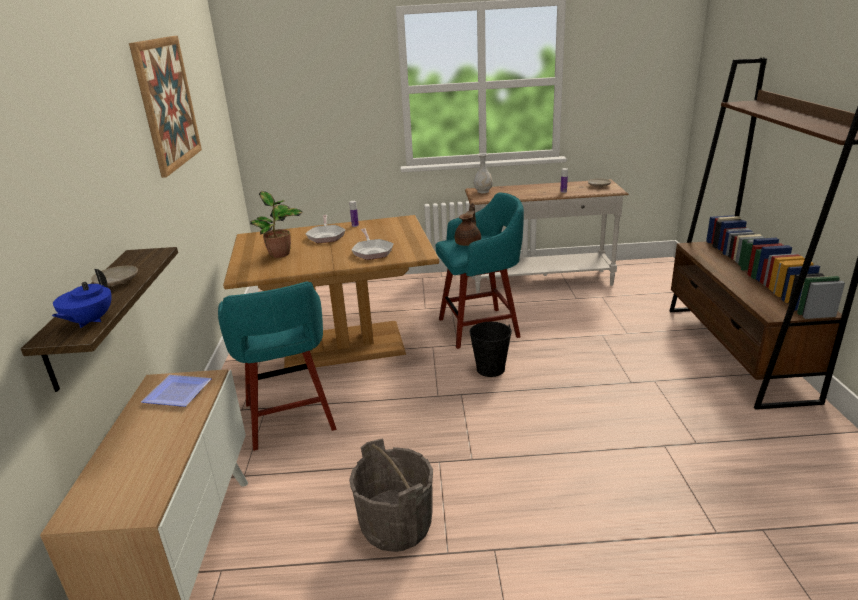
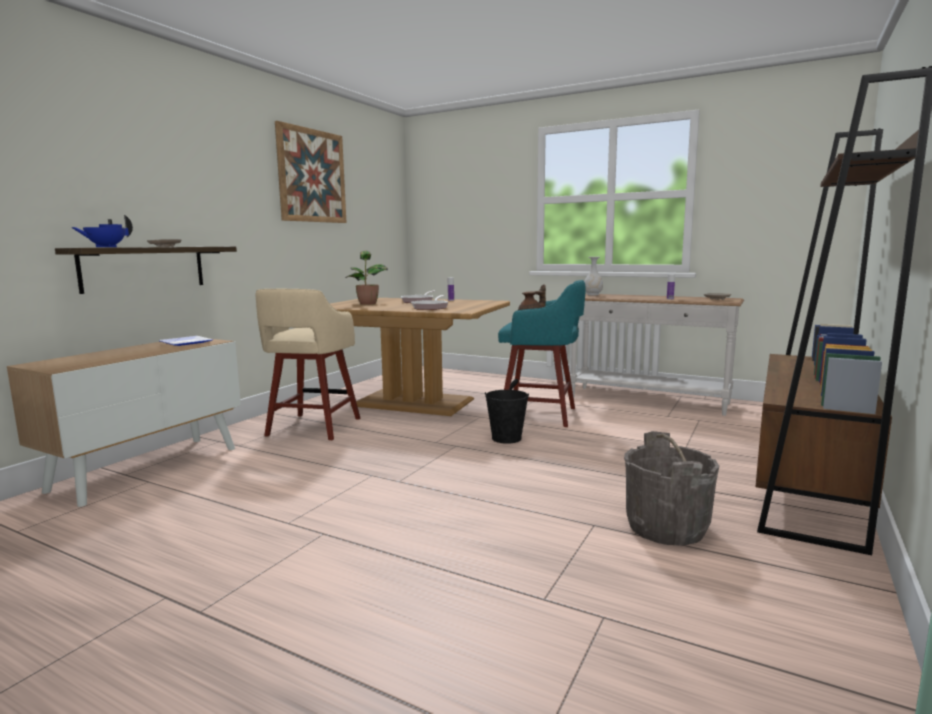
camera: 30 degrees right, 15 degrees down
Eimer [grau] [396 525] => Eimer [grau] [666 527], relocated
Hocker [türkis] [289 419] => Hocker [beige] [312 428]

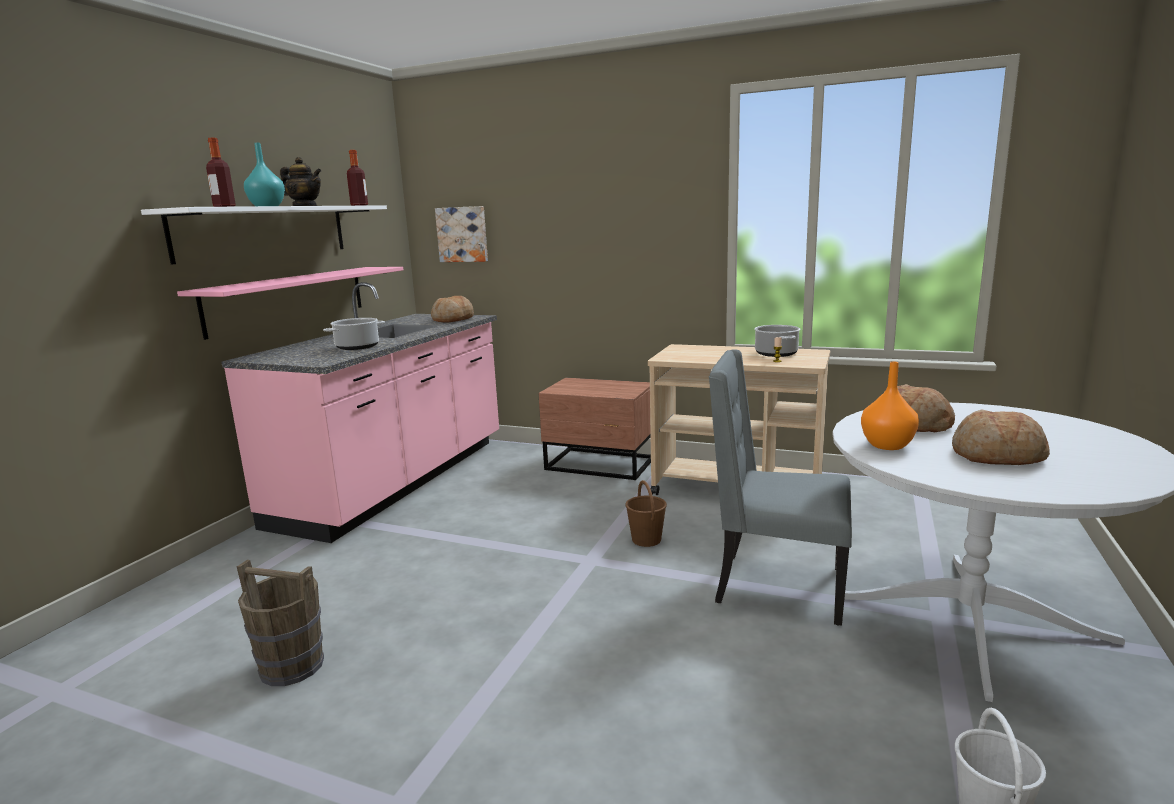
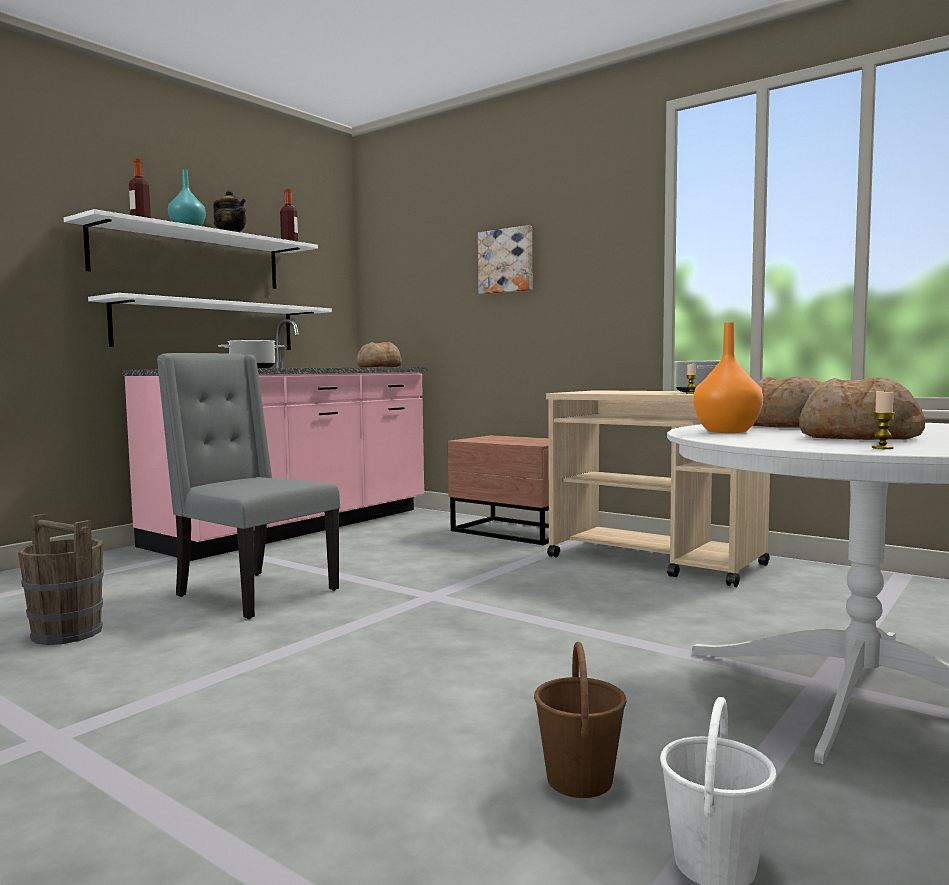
camera: 15 degrees right, 10 degrees down
nothing => Kerze [882 448]
Bild [463 234] => Bild [506 261], relocated
Eimer [braun] [646 540] => Eimer [braun] [579 781], relocated
Stuhl [grau] [776 586] => Stuhl [grau] [253 593], relocated
Wandregal [rosa] [289 299] => Wandregal [weiß] [207 326]

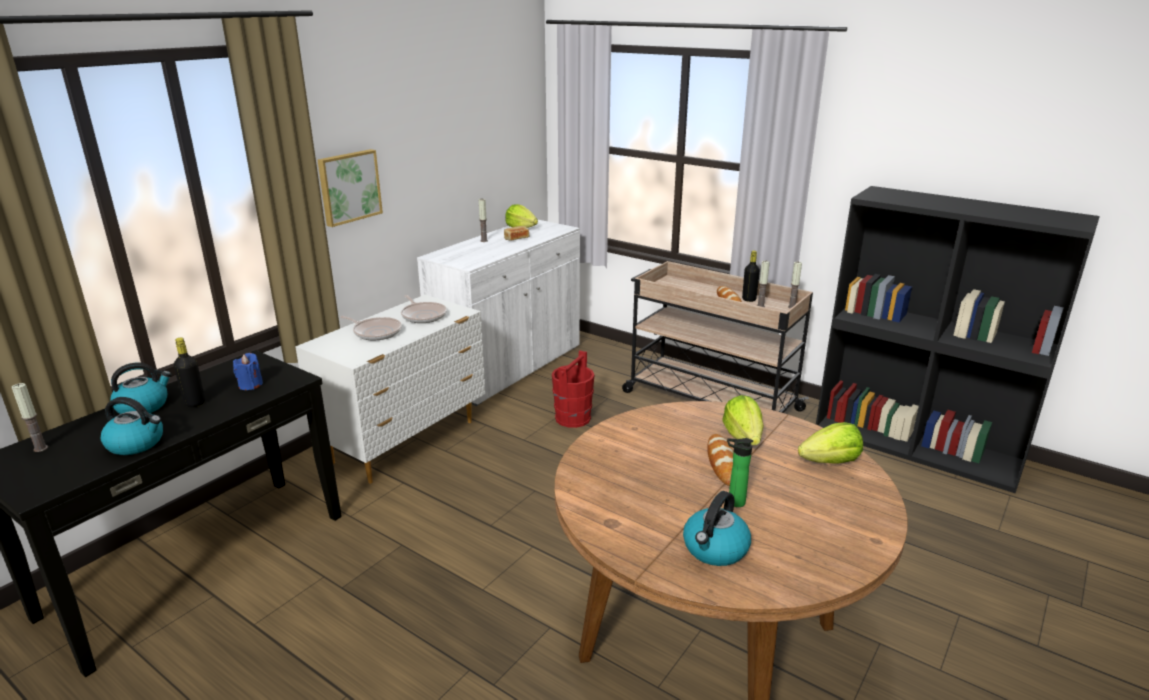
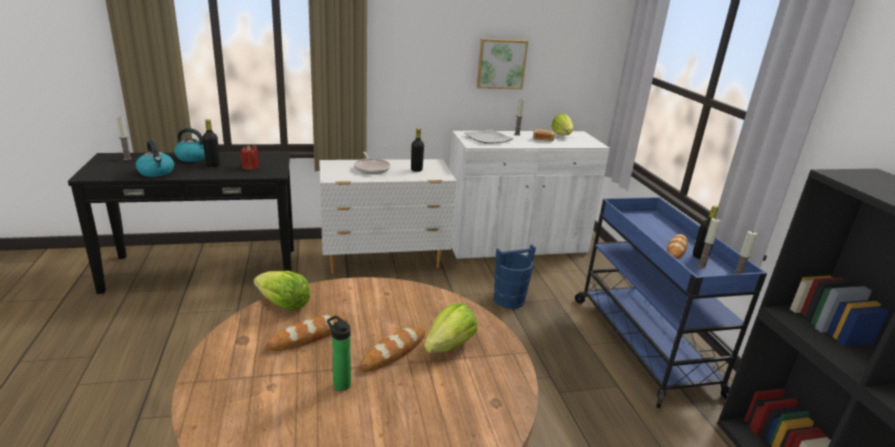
camera: 40 degrees right, 0 degrees up
Wasserkessel [715 549] => nothing
nothing => Brot [308 336]
nothing => Teller [488 139]
Bild [348 187] => Bild [501 64], relocated
Salatkopf [830 462] => Salatkopf [283 304], relocated
Pfanne [423 315] => Flasche [schwarz] [416 170]
Kerze [blau] [250 385] => Kerze [rot] [250 167]
Eimer [rot] [573 418] => Eimer [blau] [509 299]
Rollwagen [beige] [709 400] => Rollwagen [blau] [642 343]

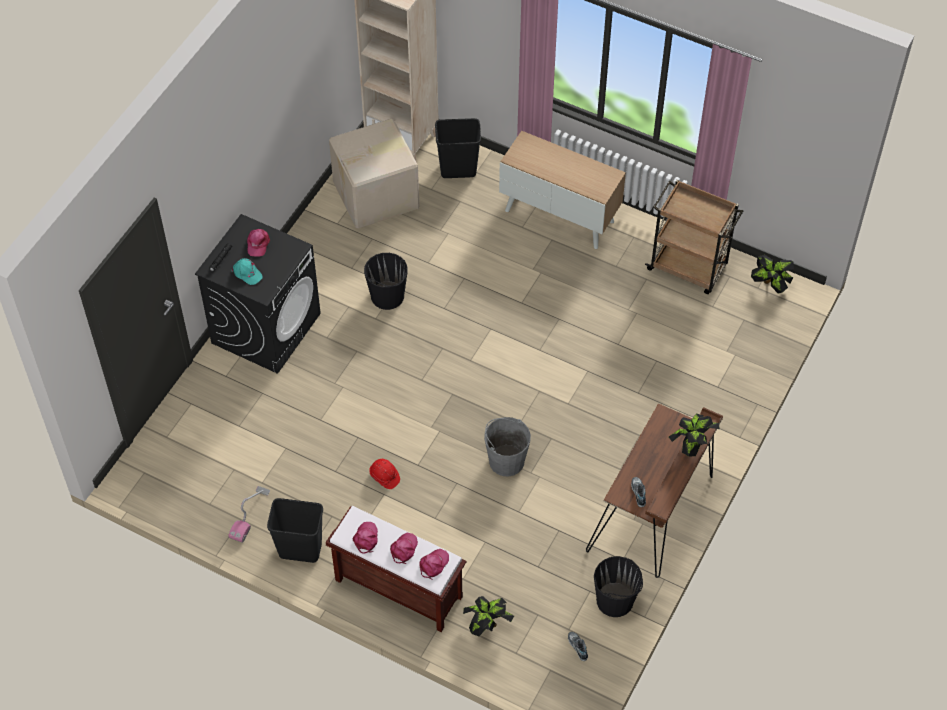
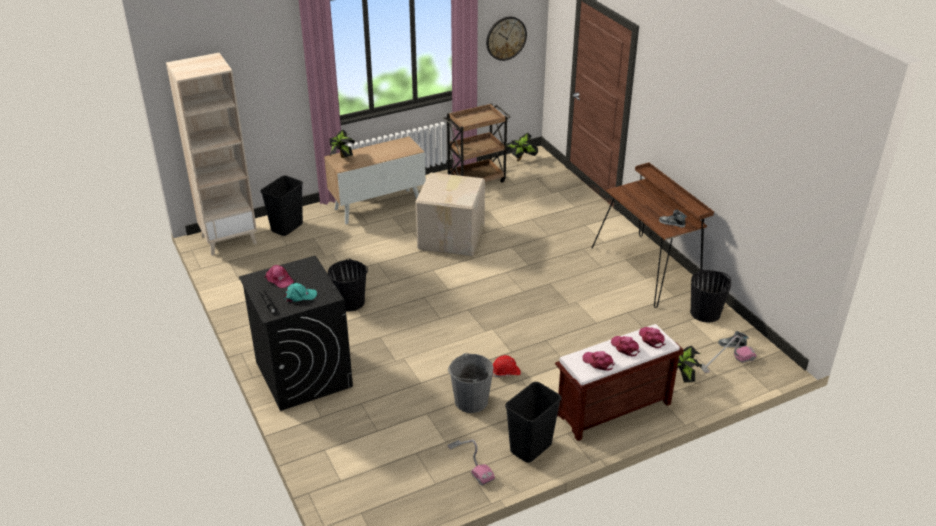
camera: 55 degrees left, 20 degrees down
nothing => Wanduhr [506 38]
nothing => Staubsauger [727 362]
Karton [377 195] => Karton [452 237], relocated
Eimer [grau] [506 460] => Eimer [grau] [471 401], relocated
Topfpflanze [692 445] => Topfpflanze [342 159], relocated

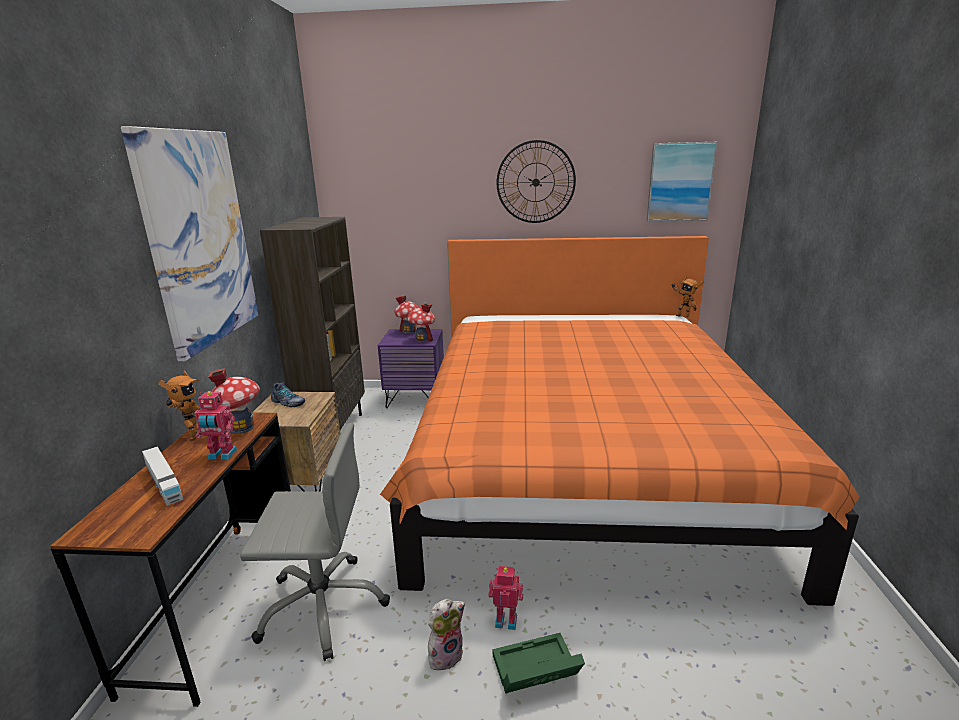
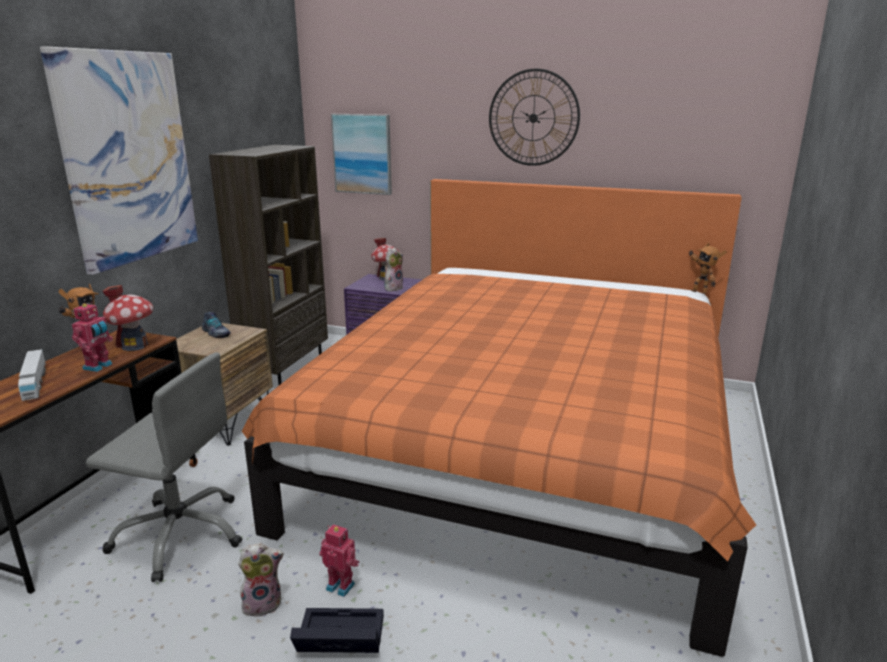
camera: 15 degrees right, 0 degrees up
Bild [680 182] => Bild [362 154], relocated
Spielzeughaus [422 339] => Plüschtier [393 288]
Aufbewahrungsbox [grün] [534 672] => Aufbewahrungsbox [schwarz] [337 640]
Spielzeugroboter [221 455] => Spielzeugroboter [99 367], 90 degrees counterclockwise

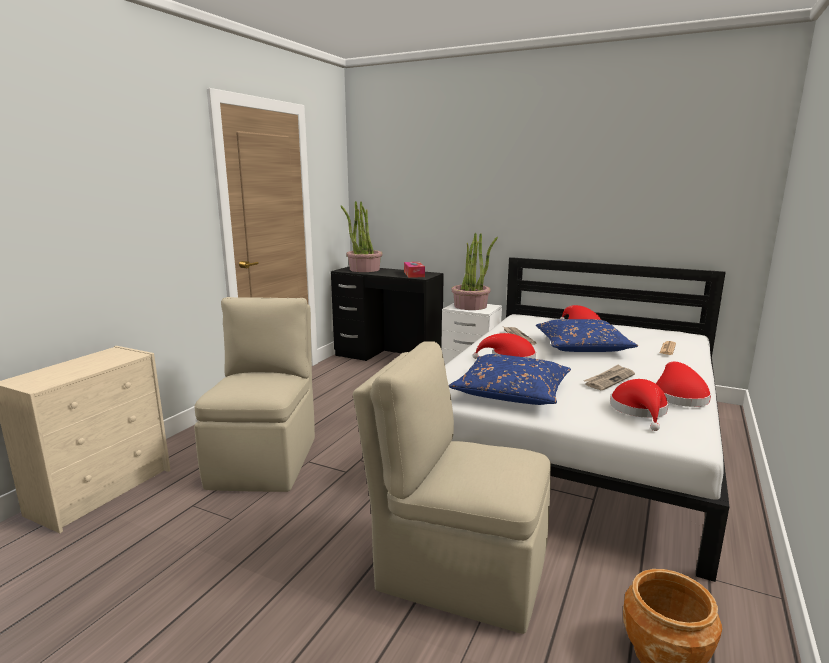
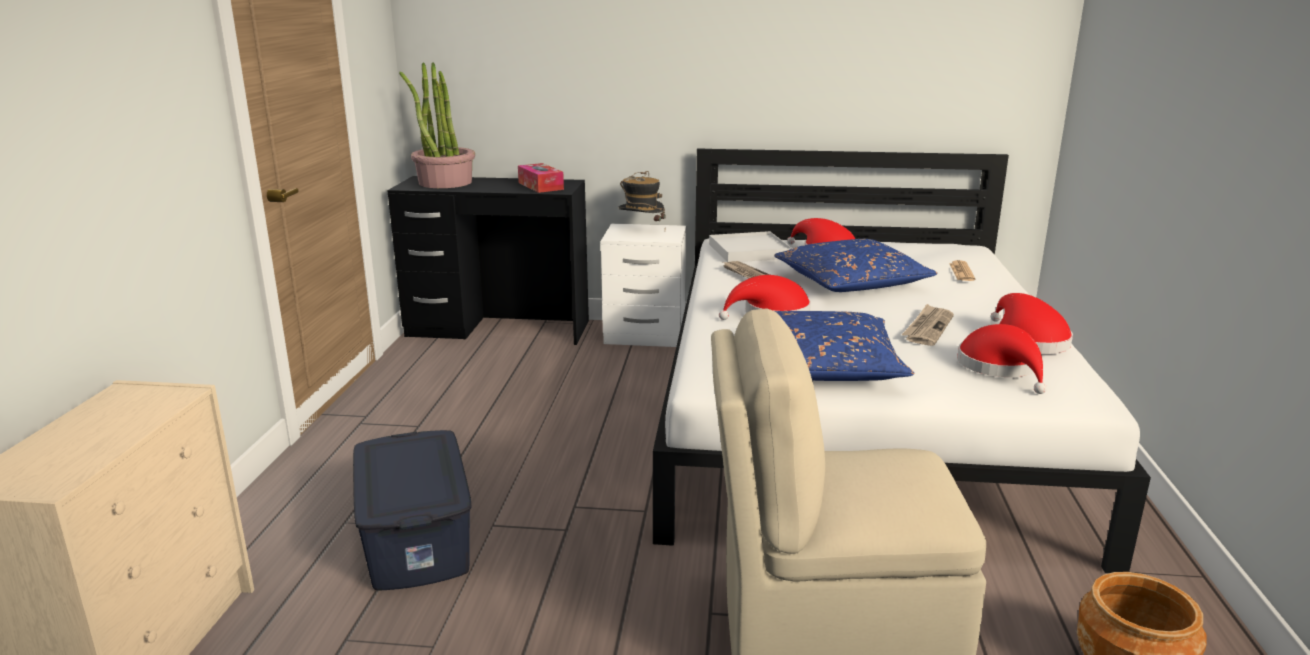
camera: 20 degrees left, 5 degrees up
nothing => Tablett [weiß] [749 251]
Stuhl [beige] [265 460] => Aufbewahrungsbox [blau] [417 537]
Topfpflanze [470 306] => Hut [641 231]

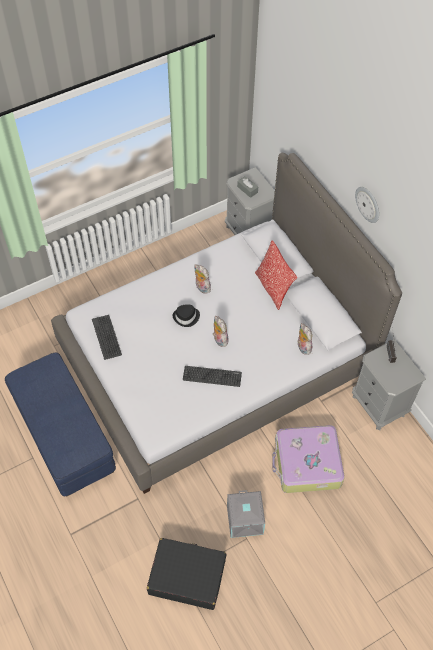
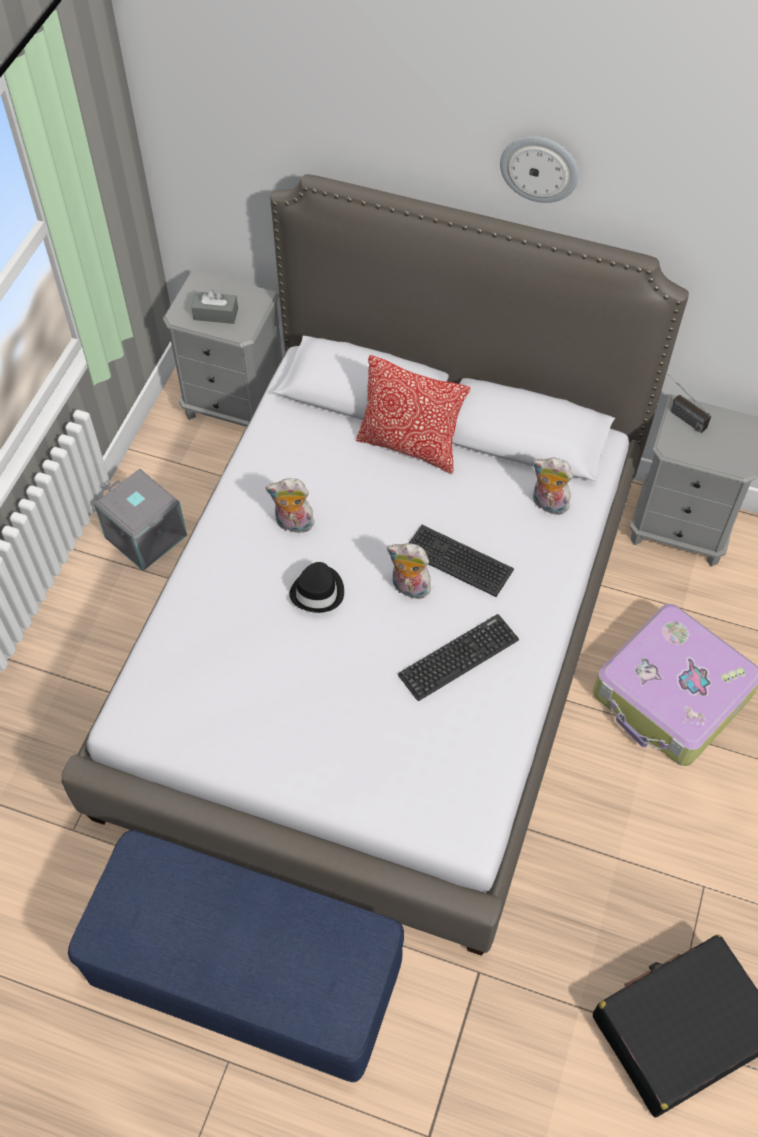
camera: 40 degrees left, 0 degrees up
Tastatur [107 337] => Tastatur [458 560], relocated
Aufbewahrungsbox [grau] [245 520] => Aufbewahrungsbox [grau] [147 535], relocated

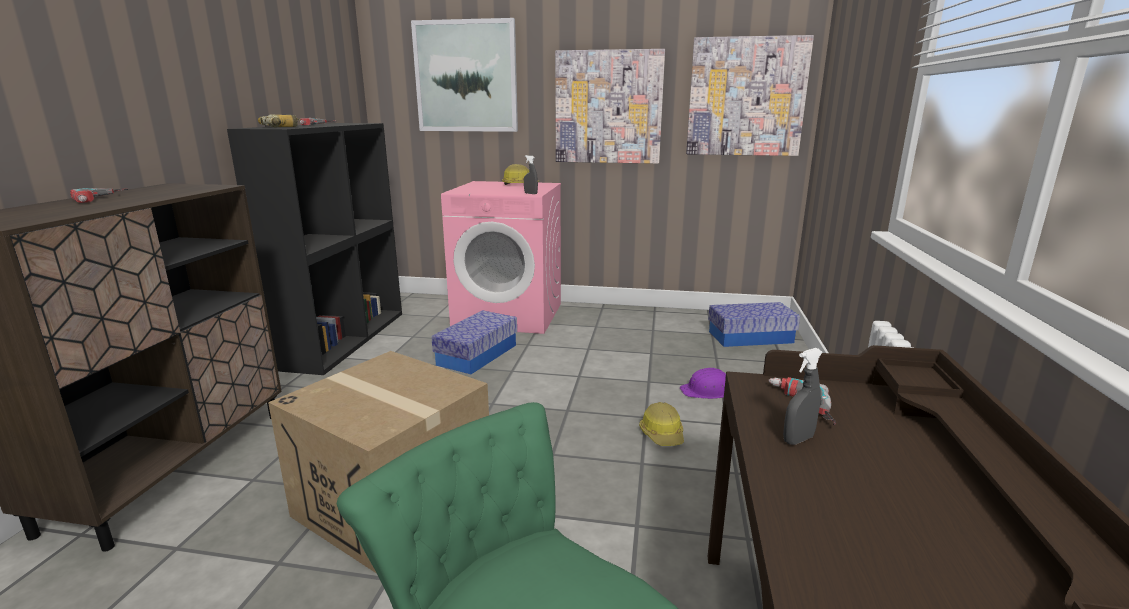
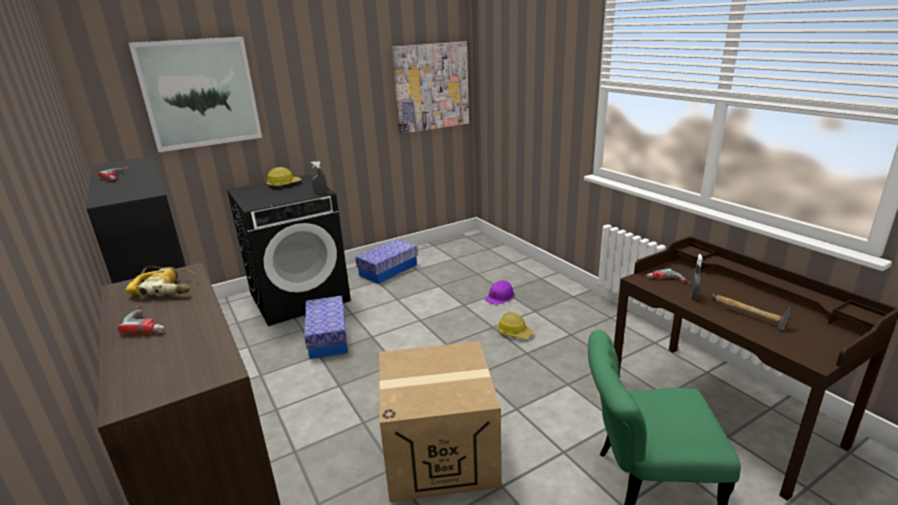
camera: 40 degrees left, 5 degrees up
Bild [608 107] => nothing
nothing => Hammer [749 316]
Bohrmaschine [283 127] => Bohrmaschine [166 288], relocated
Aufbewahrungsbox [750 337] => Aufbewahrungsbox [388 270], relocated
Waschmaschine [rosa] [509 315] => Waschmaschine [schwarz] [300 297]

